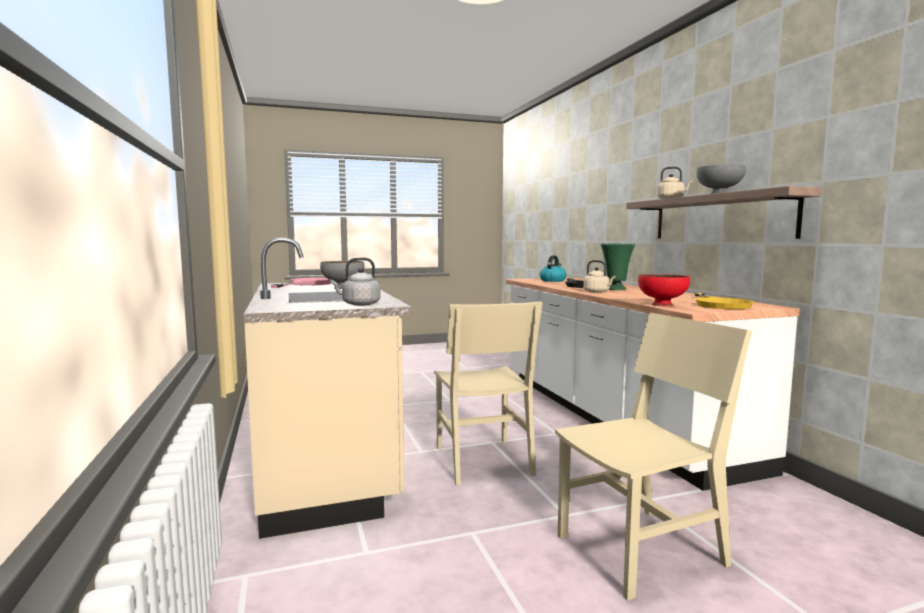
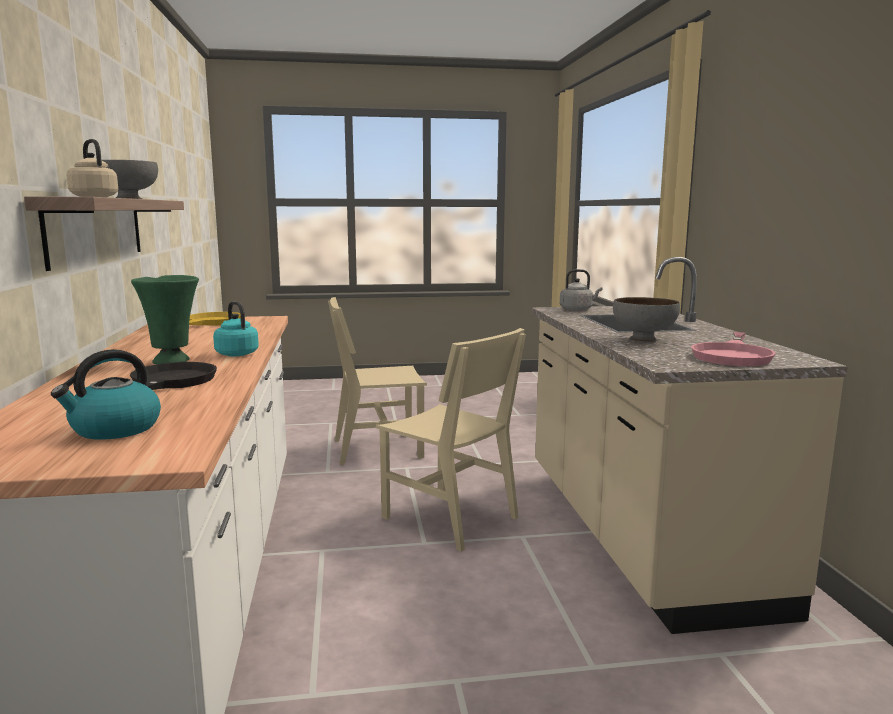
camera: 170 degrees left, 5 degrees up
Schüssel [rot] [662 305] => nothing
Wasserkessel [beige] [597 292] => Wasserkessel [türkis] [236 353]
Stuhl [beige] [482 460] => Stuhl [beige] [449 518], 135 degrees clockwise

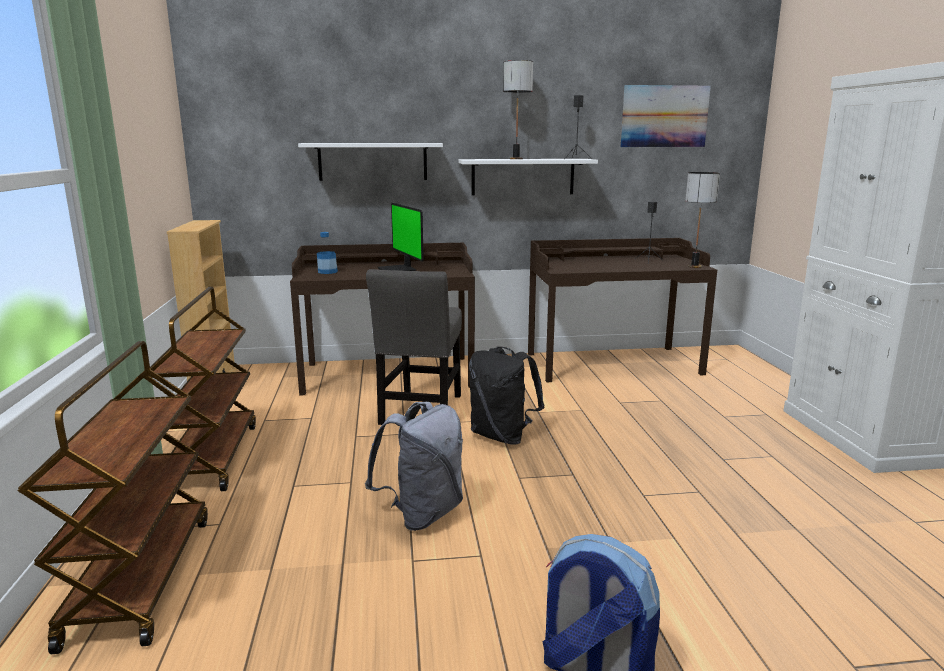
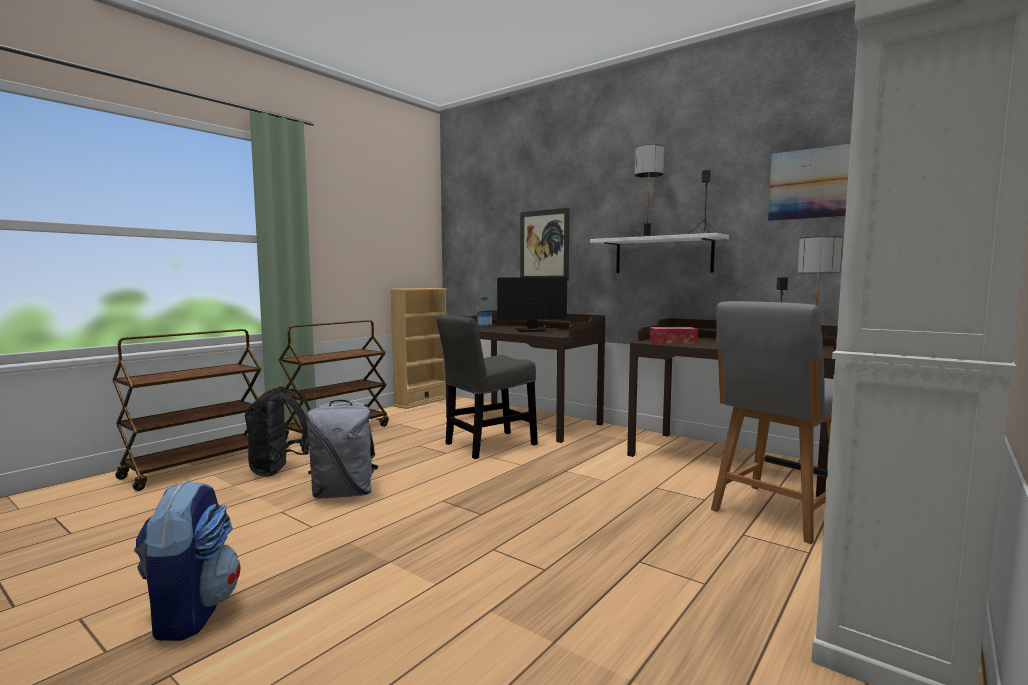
camera: 45 degrees right, 10 degrees down
nothing => Taschentuchbox [672 342]
nothing => Stuhl [grau] [776 513]
Rucksack [schwarz] [502 436] => Rucksack [schwarz] [281 470], relocated
Wandregal [weiß] [373 161] => Bild [544 245]
Monitor [399 270] => Monitor [530 330], 60 degrees clockwise

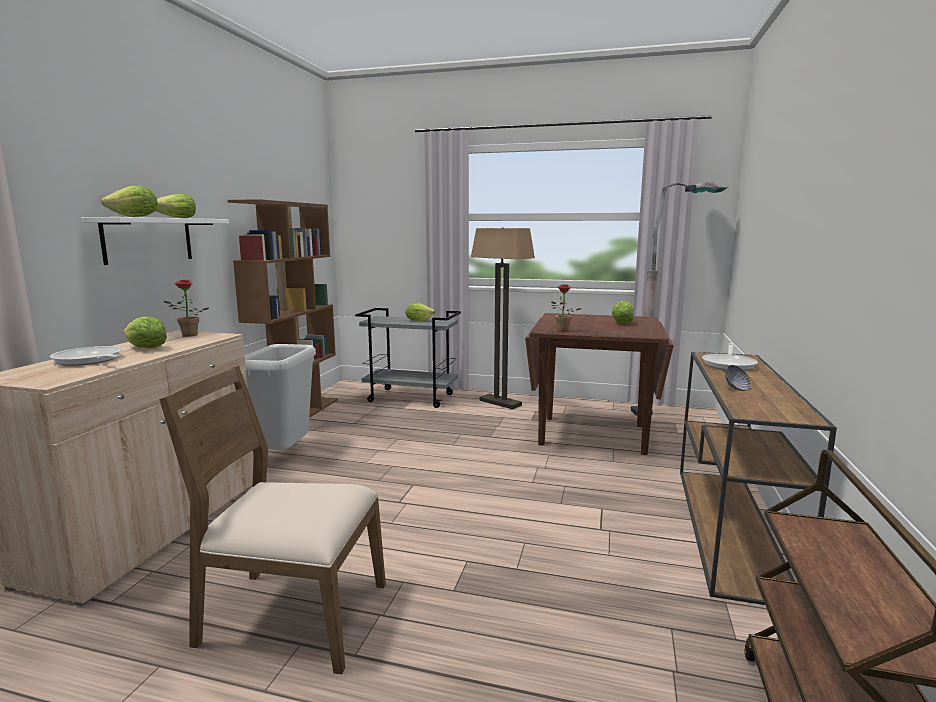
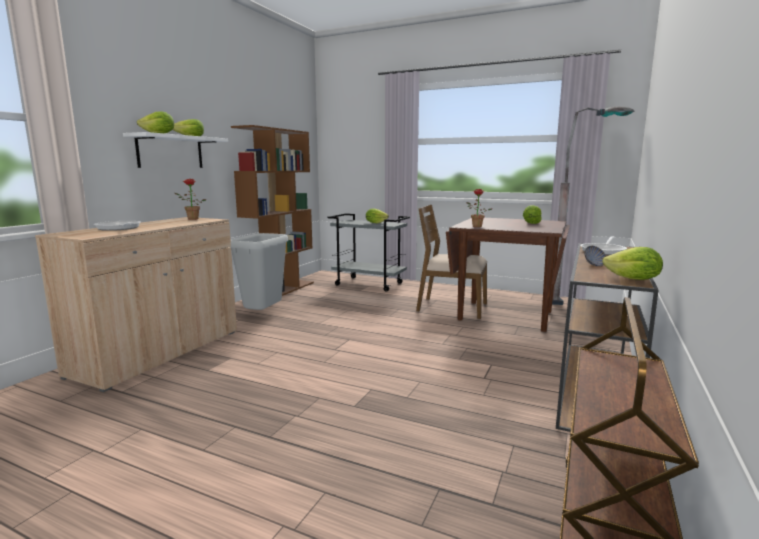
camera: 10 degrees right, 0 degrees up
Stehlampe [500 403] => nothing
Salatkopf [146 348] => Salatkopf [633 279], relocated
Stuhl [braun] [292 615] => Stuhl [braun] [451 307], relocated

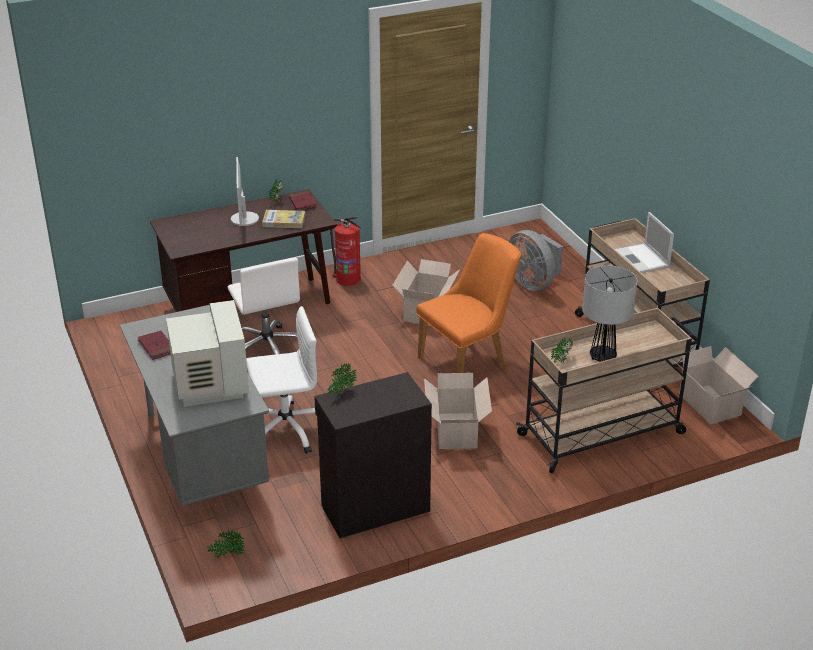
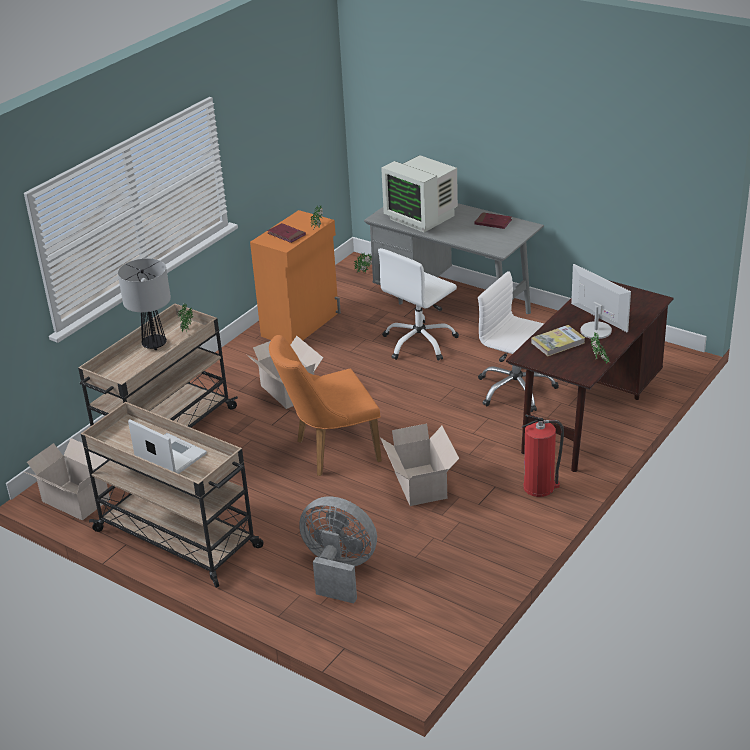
camera: 150 degrees right, 0 degrees up
Buch [rot] [302 202] => Buch [rot] [286 235], relocated
Schrank [schwarz] [374 507] => Schrank [orange] [301 324]
Stuhl [orange] [469 361] => Stuhl [orange] [329 451], 45 degrees clockwise

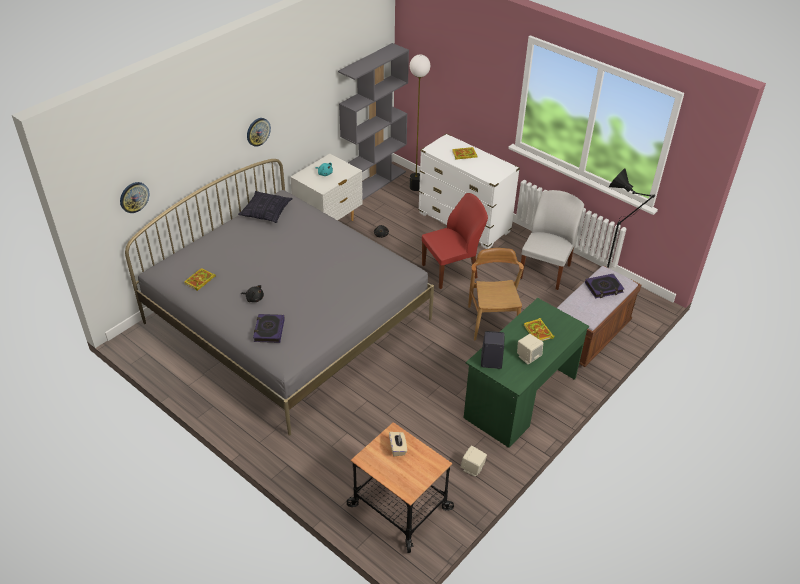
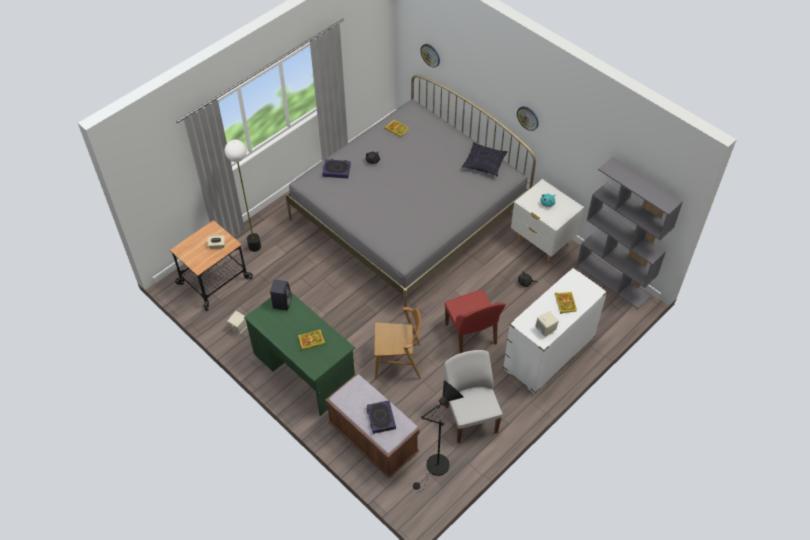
camera: 95 degrees right, 10 degrees up
Stehlampe [415 187] => Stehlampe [255 246], relocated
Lautsprecher [beige] [528 357] => Lautsprecher [beige] [545 330], relocated
Stuhl [weiß] [545 271] => Stuhl [weiß] [470 418], 135 degrees counterclockwise

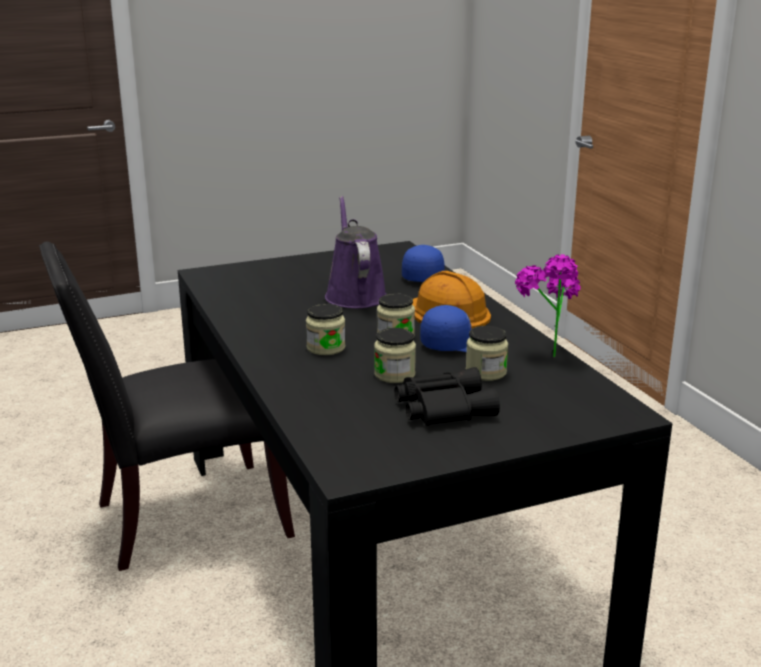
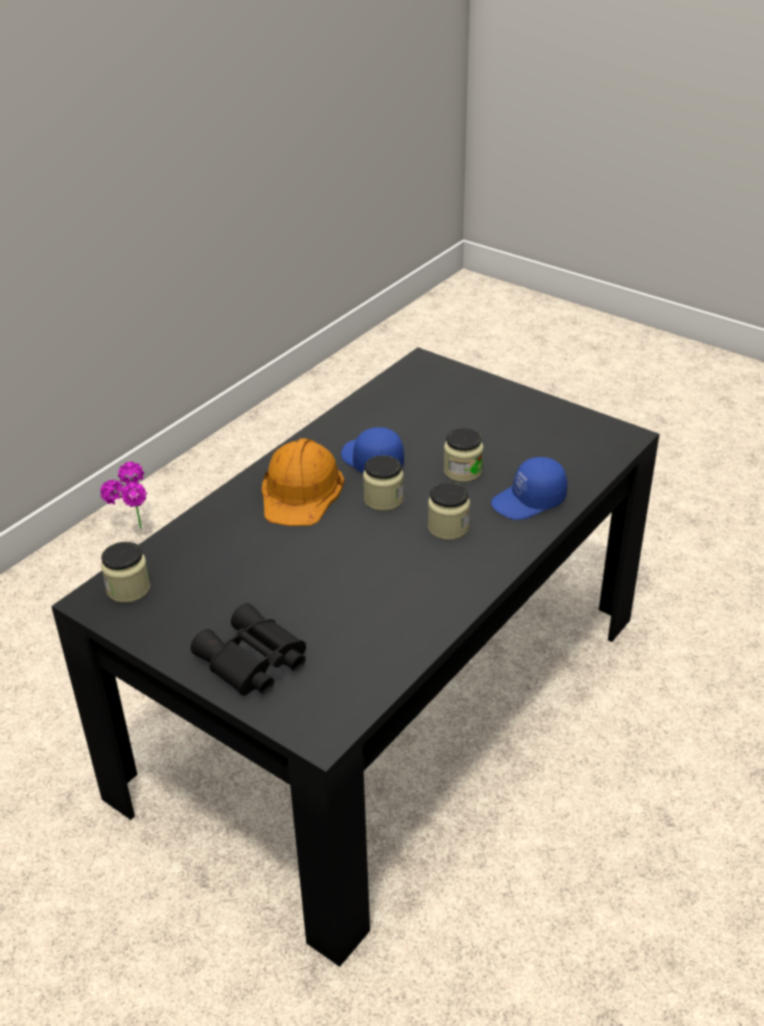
camera: 120 degrees left, 15 degrees up
Stuhl [schwarz] [183 519] => nothing
Gießkanne [lila] [354 294] => nothing
Fernglas [schwarz] [442 407] => Fernglas [schwarz] [252 662], relocated
Kappe [blau] [422 276] => Kappe [blau] [529 501], relocated
Vorratsglas [486 372] => Vorratsglas [128 589], relocated
Topfpflanze [545 352] => Topfpflanze [135 534], relocated

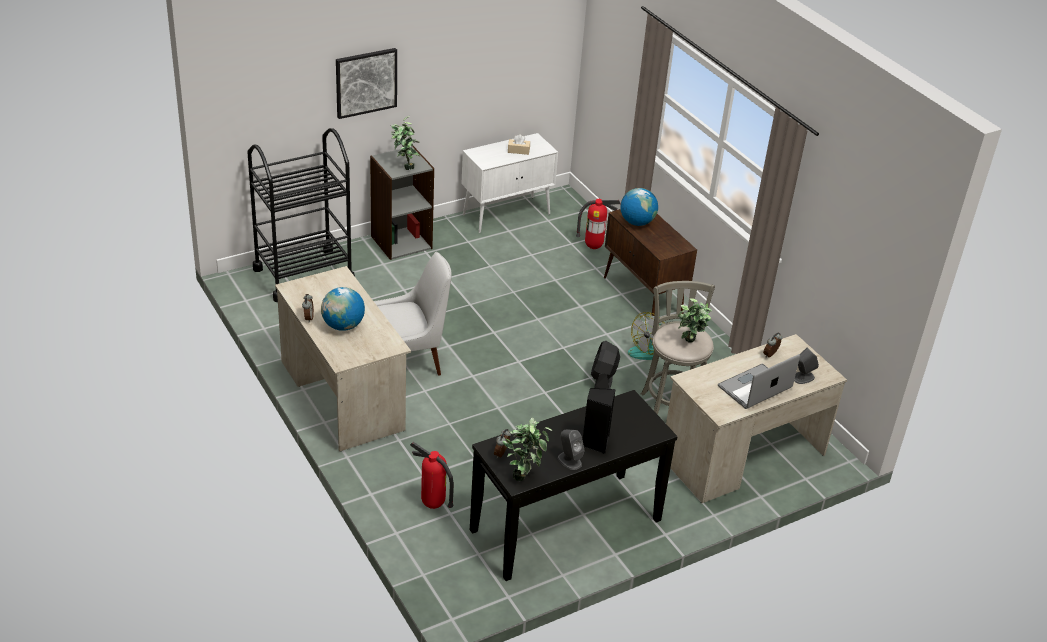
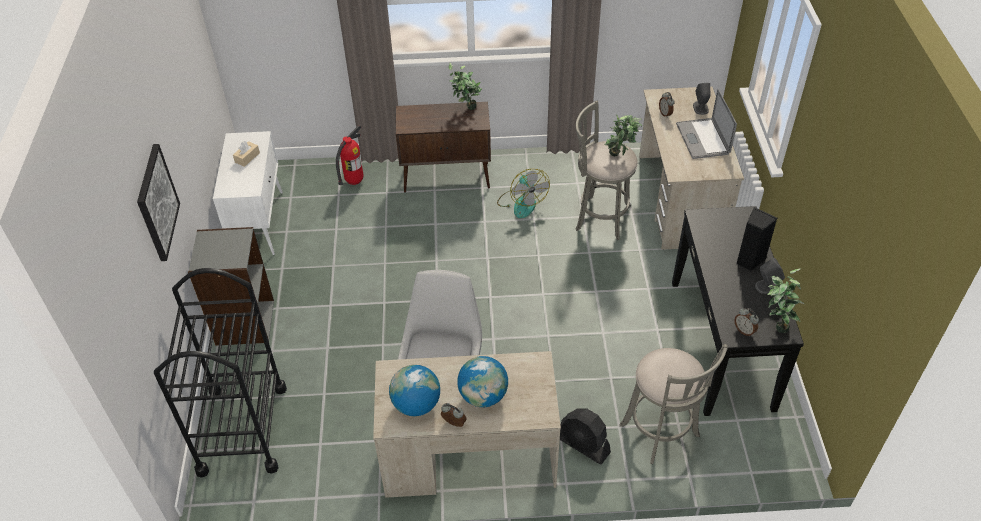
camera: 60 degrees left, 10 degrees up
Topfpflanze [404 166] => Topfpflanze [465 109], relocated
Ventilator [schwarz] [603 381] => Ventilator [schwarz] [583 445], relocated
Globus [637 222] => Globus [416 404], relocated
Feuerlöscher [432 505] => Hocker [grau] [662 433]

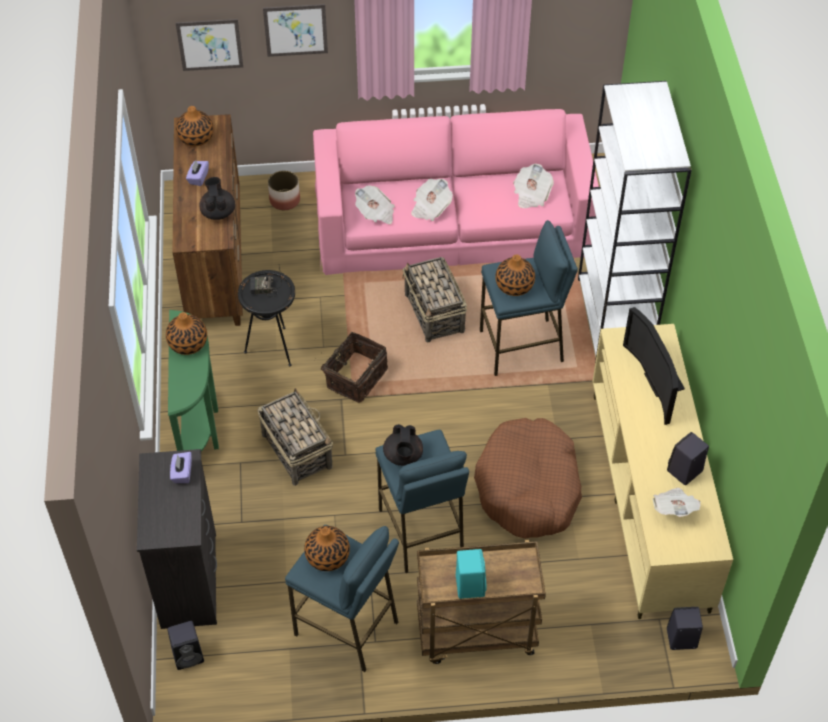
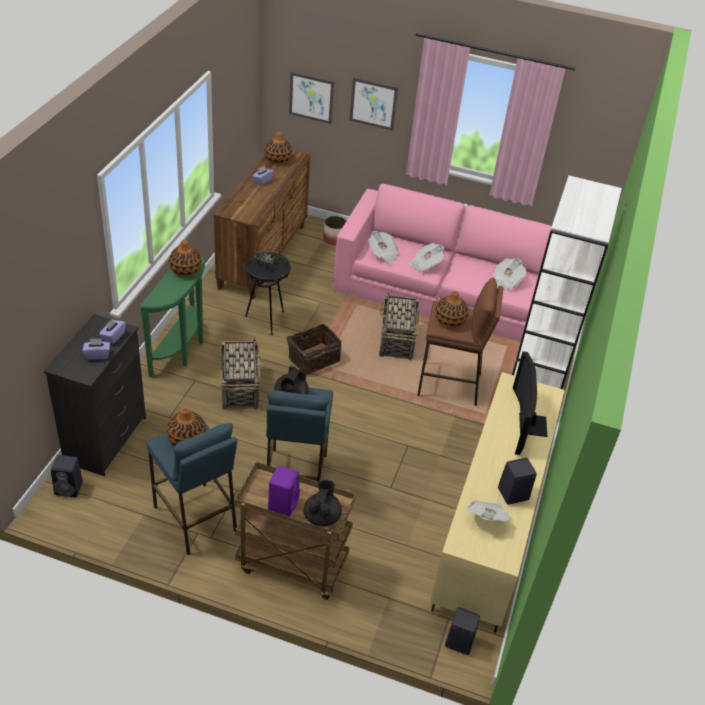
camera: 20 degrees right, 10 degrees down
Hundebett [braun] [528 488] => nothing
nothing => Taschentuchbox [lila] [97 355]
Teekanne [schwarz] [218 212] => Teekanne [schwarz] [322 516], relocated
Lautsprecher [türkis] [469 584] => Lautsprecher [lila] [283 504]
Hocker [blau] [522 347] => Hocker [braun] [449 385]

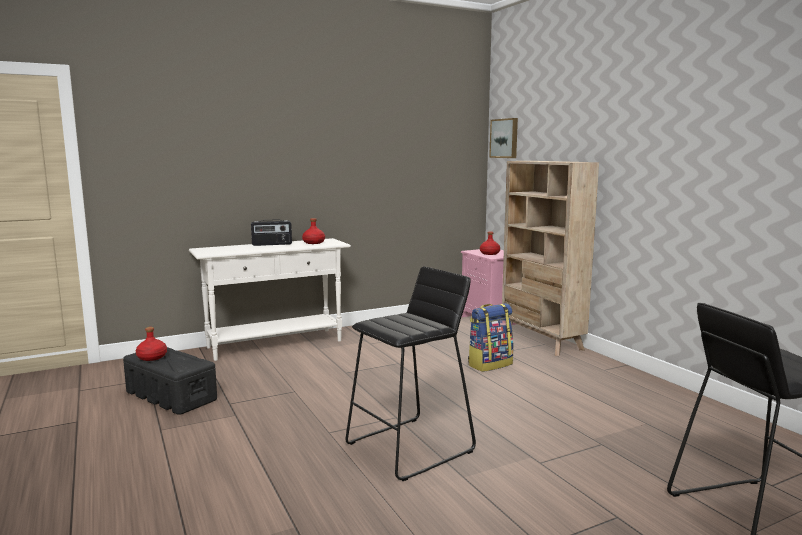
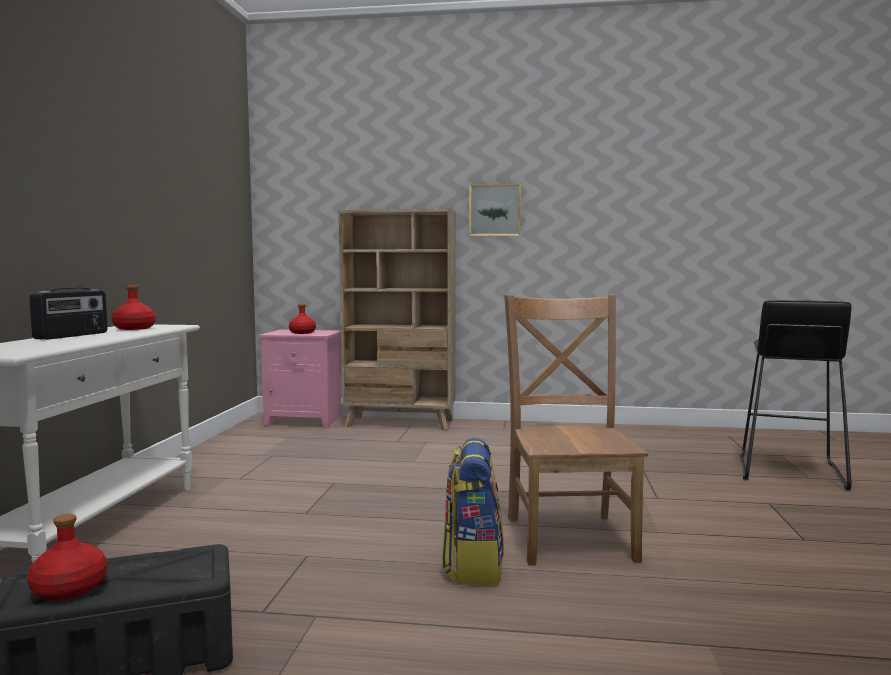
camera: 55 degrees left, 5 degrees down
Rucksack [489 364] => Rucksack [472 566], relocated
Bild [505 138] => Bild [495 210], relocated
Hocker [schwarz] [411 447] => Stuhl [braun] [569 535]

